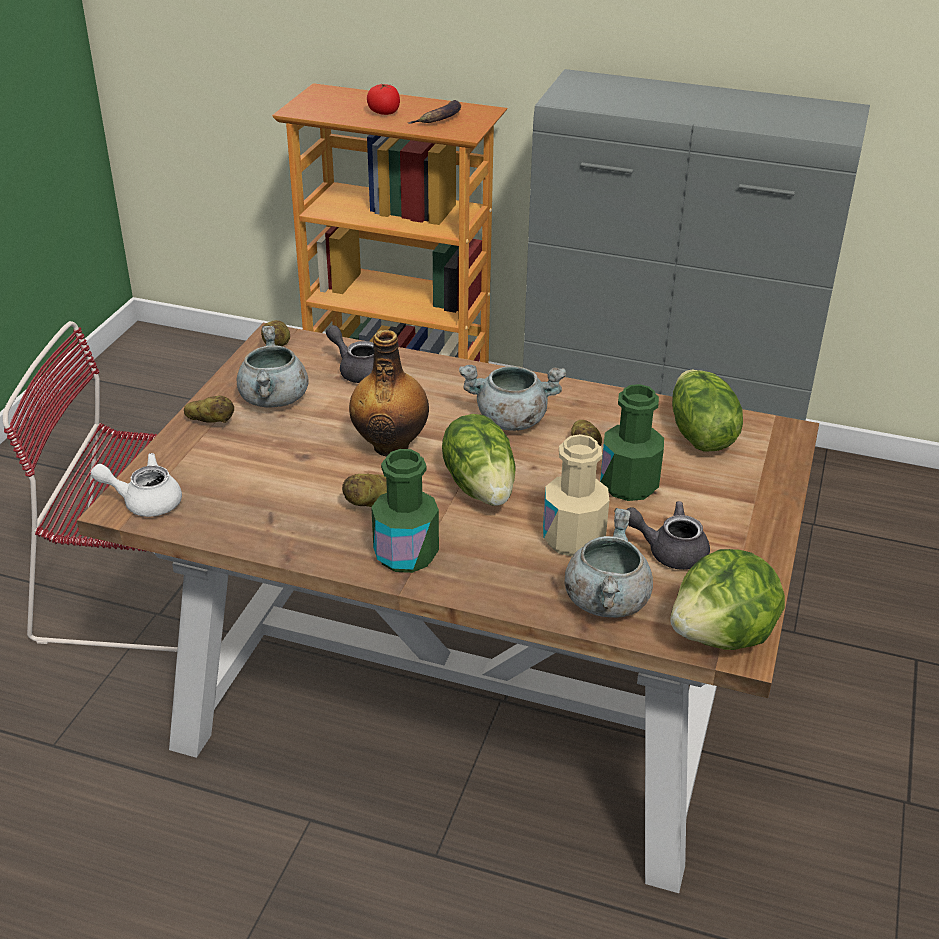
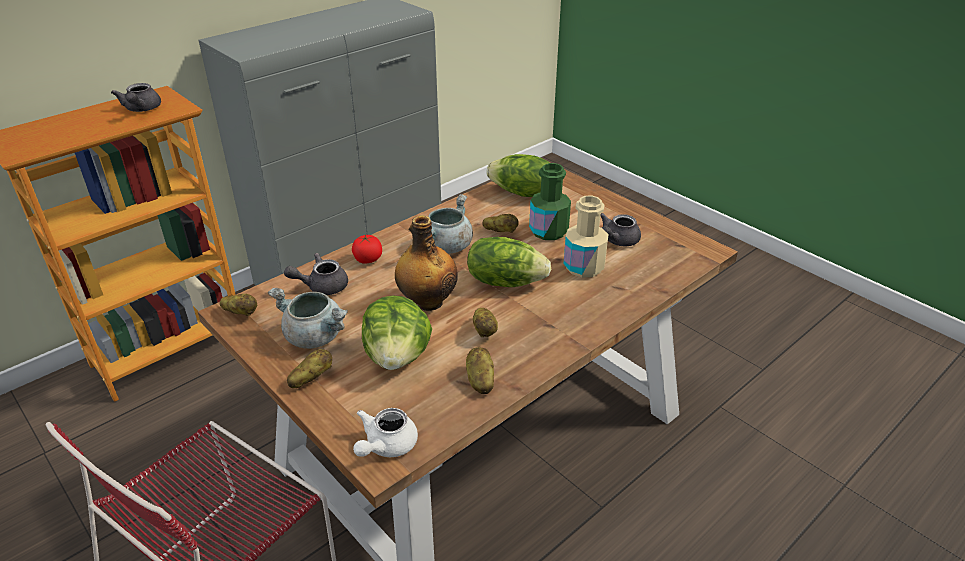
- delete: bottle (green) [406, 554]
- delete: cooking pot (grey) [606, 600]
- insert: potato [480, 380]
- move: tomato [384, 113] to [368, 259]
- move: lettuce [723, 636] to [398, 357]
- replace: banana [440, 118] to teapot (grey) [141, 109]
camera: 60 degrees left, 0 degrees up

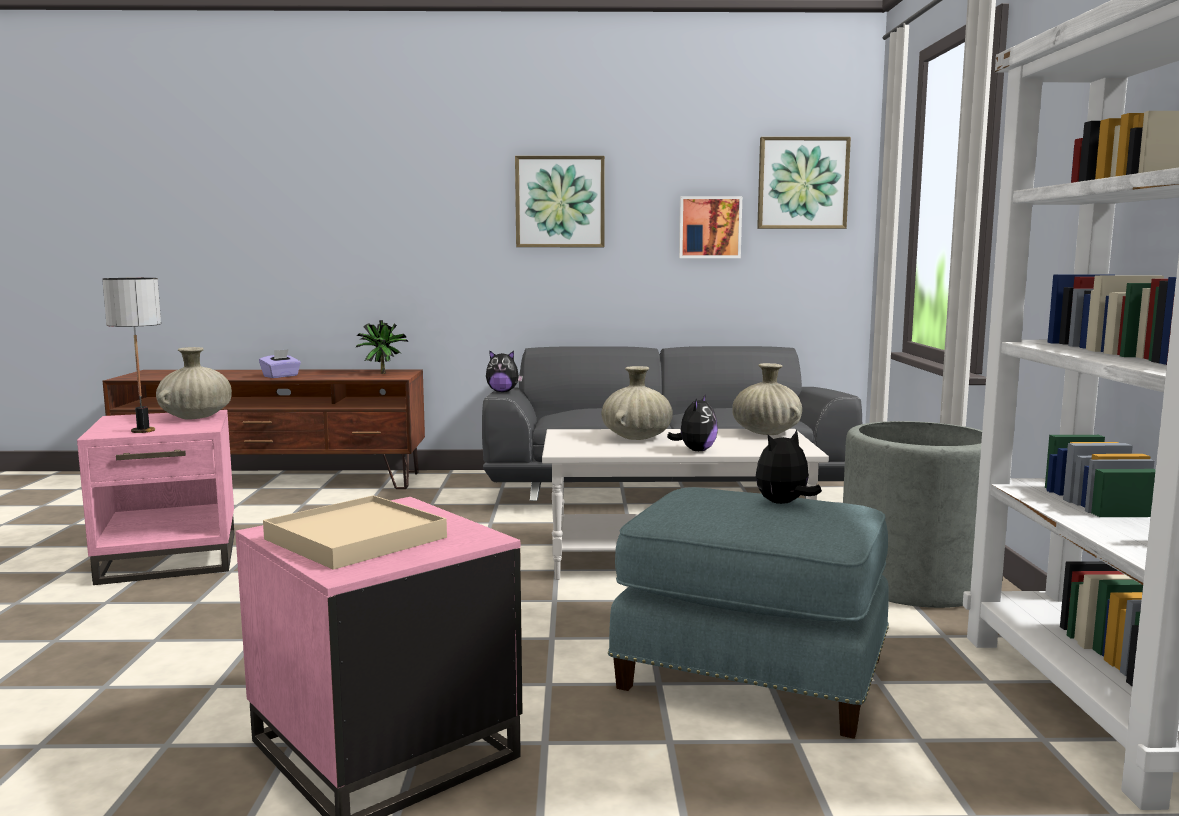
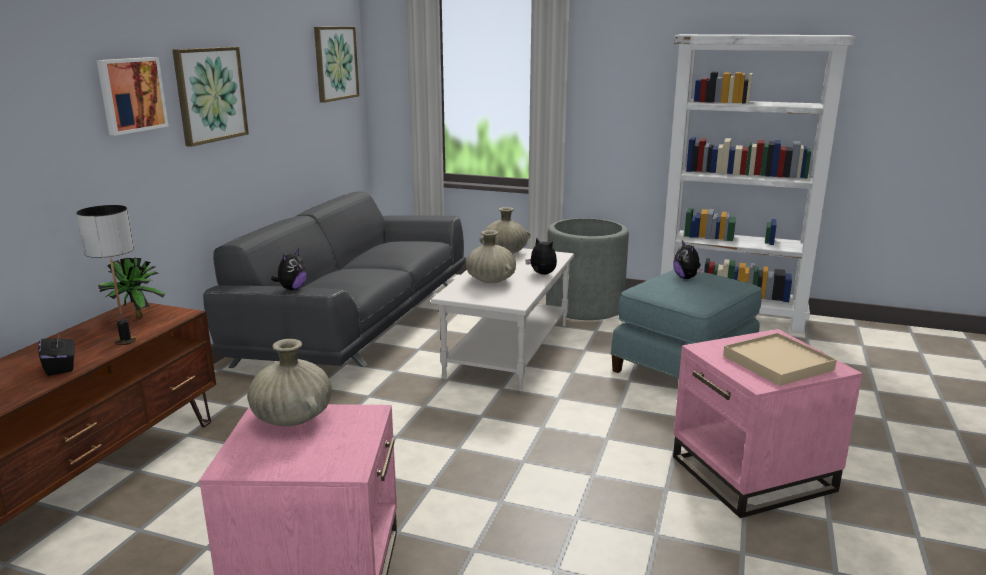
- move: table lamp [142, 431] to [125, 341]
- move: picture [709, 227] to [131, 95]
- recolor: tissue box (purple) [281, 376] to tissue box (black) [61, 367]
camera: 70 degrees left, 10 degrees up

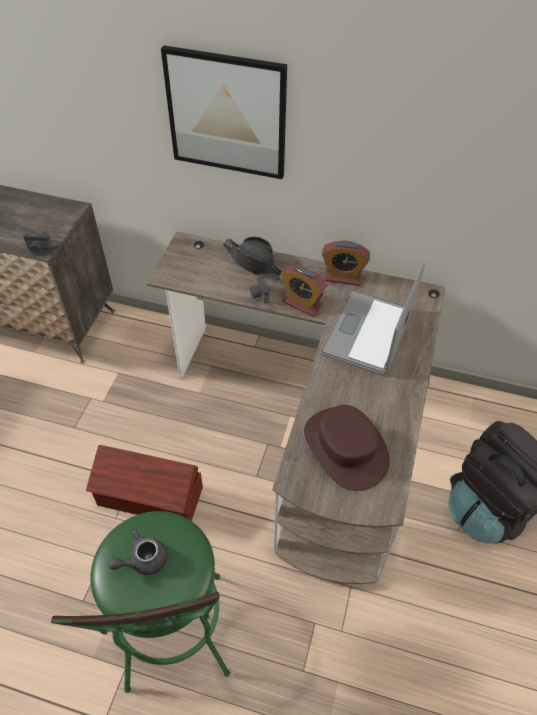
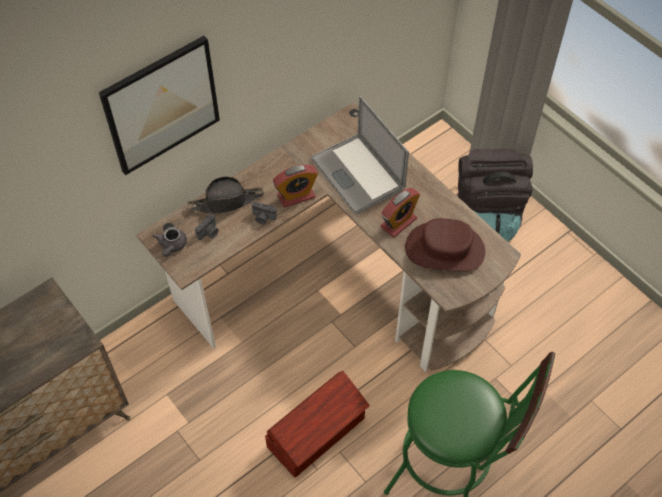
- move: photo camera [38, 249] to [209, 233]
- move: teapot (grey) [142, 560] to [172, 246]
- move: alarm clock [342, 277] to [398, 222]
camera: 55 degrees left, 5 degrees up

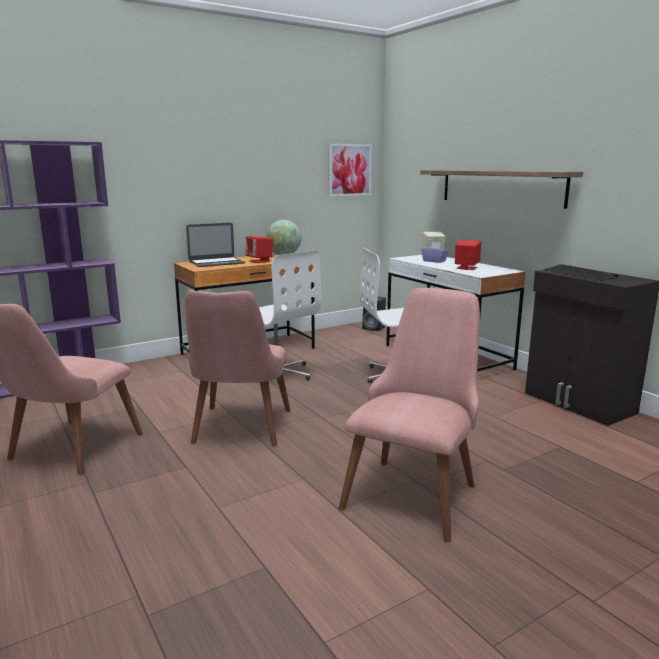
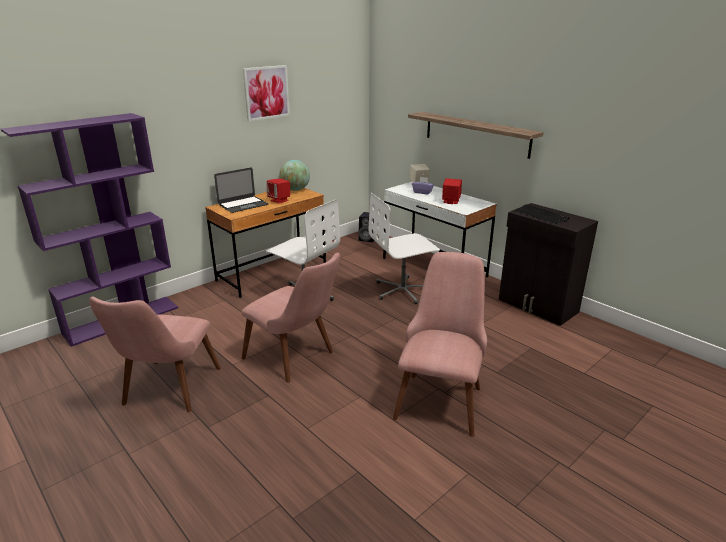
- move: picture [349, 170] to [266, 92]
- rotate: chair (pink) [239, 432] = [297, 358] 45 degrees counterclockwise
camera: 10 degrees left, 10 degrees up

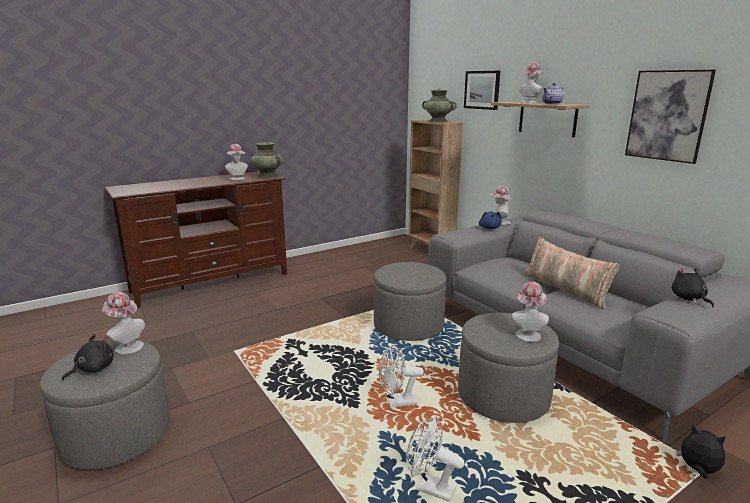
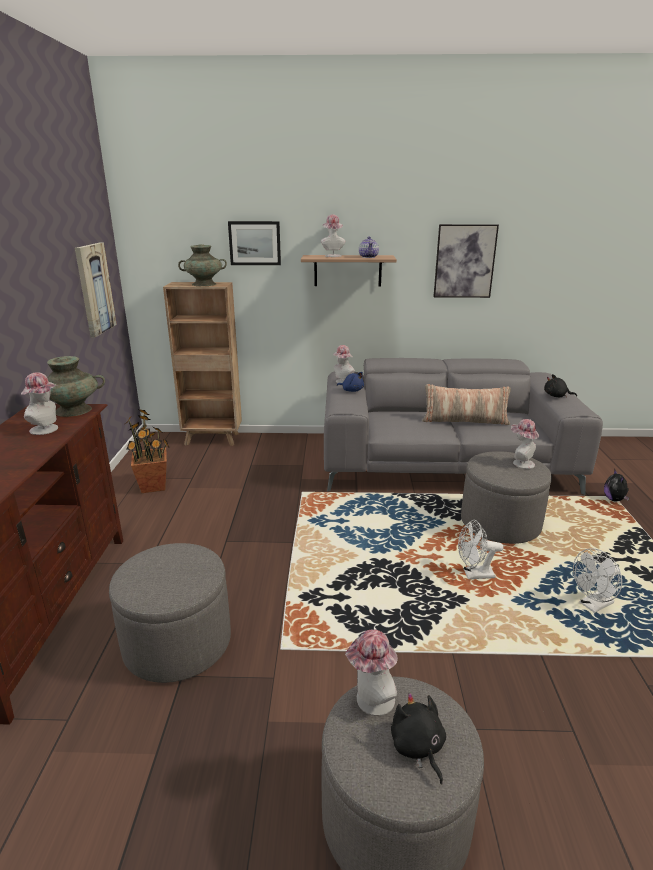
- insert: picture [94, 289]
- insert: potted plant [153, 486]
- move: ottoman (grey) [408, 325] to [177, 643]
- rotate: fan (white) [397, 402] = [474, 575] 60 degrees clockwise
- rotate: plush toy [697, 470] = [614, 499] 75 degrees counterclockwise
camera: 55 degrees left, 5 degrees up

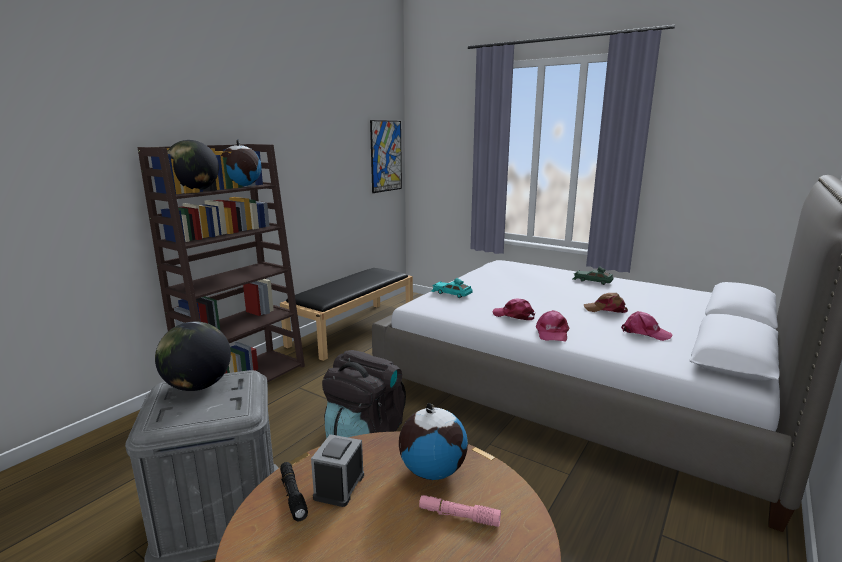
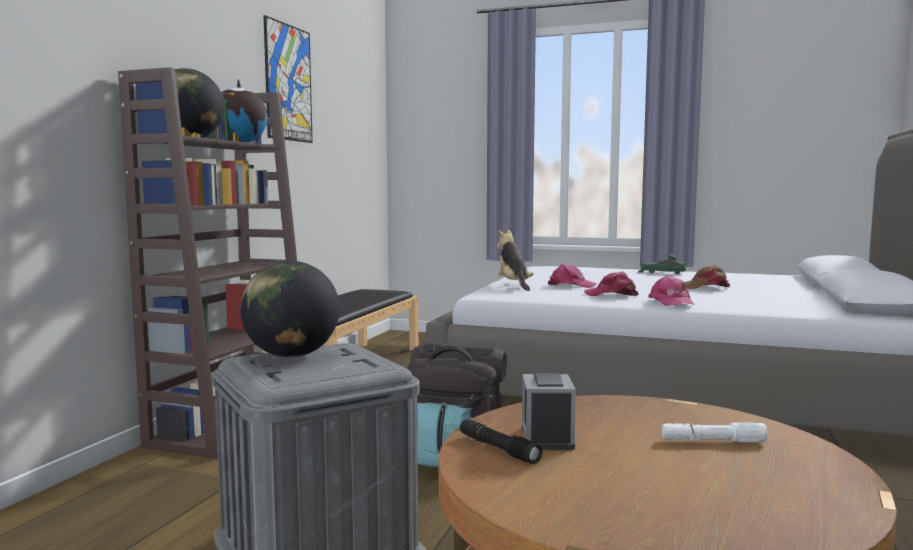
- delete: globe [432, 471]
- move: picture [386, 156] to [288, 83]
- move: cap (pink) [645, 333] to [571, 285]
- replace: toy car (turquoise) [451, 293] to plush toy [514, 285]
- recolor: flashlight (pink) [458, 516] to flashlight (white) [712, 441]
camera: 15 degrees left, 10 degrees down

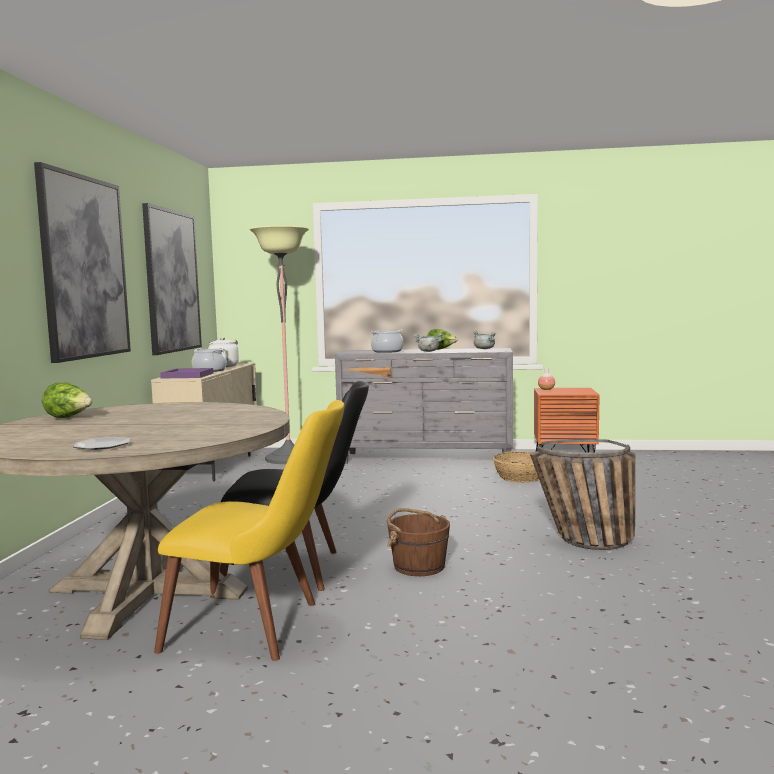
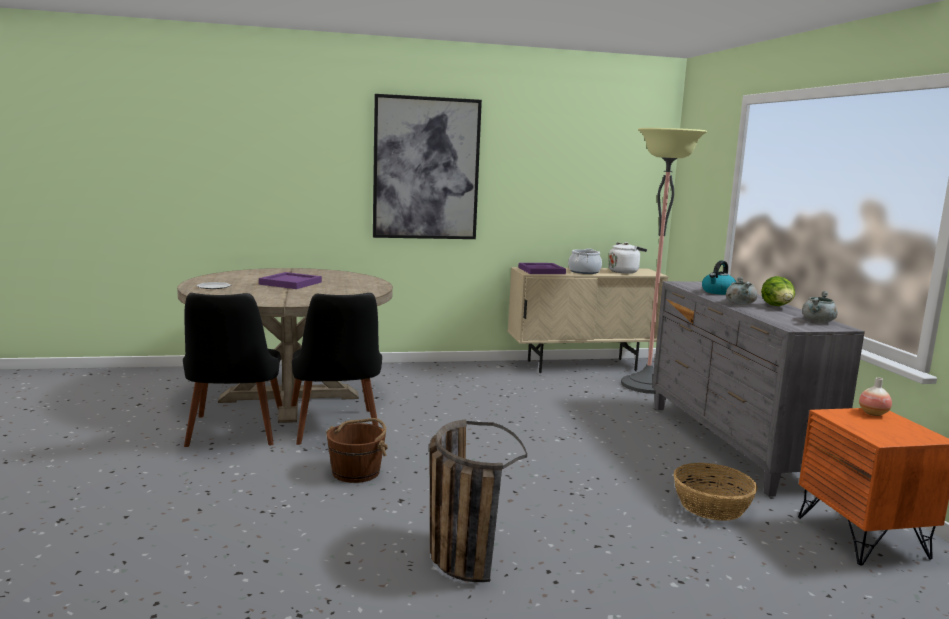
- delete: lettuce [69, 418]
- delete: picture [172, 281]
- insert: tray (purple) [291, 283]
- replace: cooking pot [387, 351] to kettle [718, 292]
- recolor: chair (yellow) [261, 626] to chair (black) [233, 435]
camera: 70 degrees right, 5 degrees up

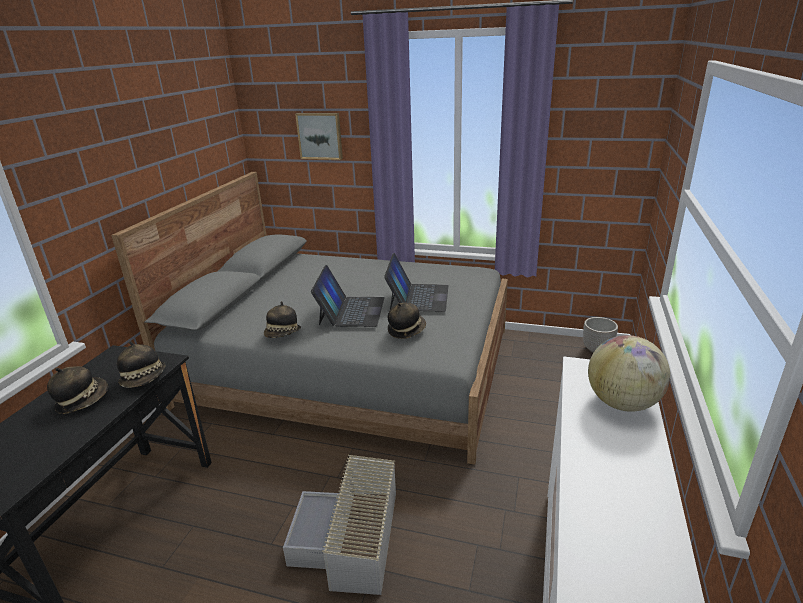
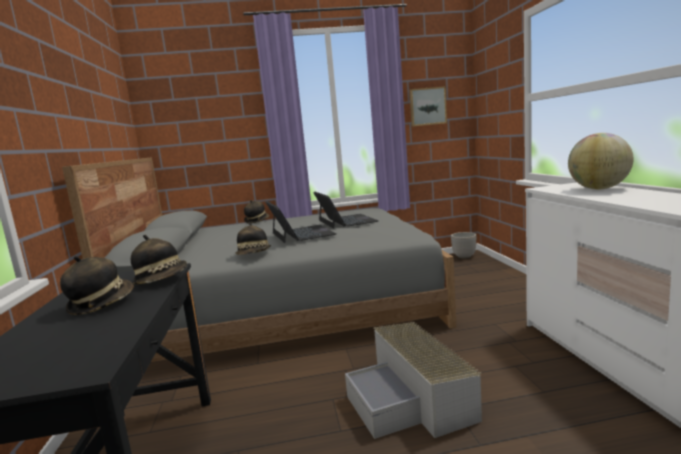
- move: picture [320, 136] to [427, 106]
- move: hat [406, 330] to [257, 220]
camera: 25 degrees left, 15 degrees down

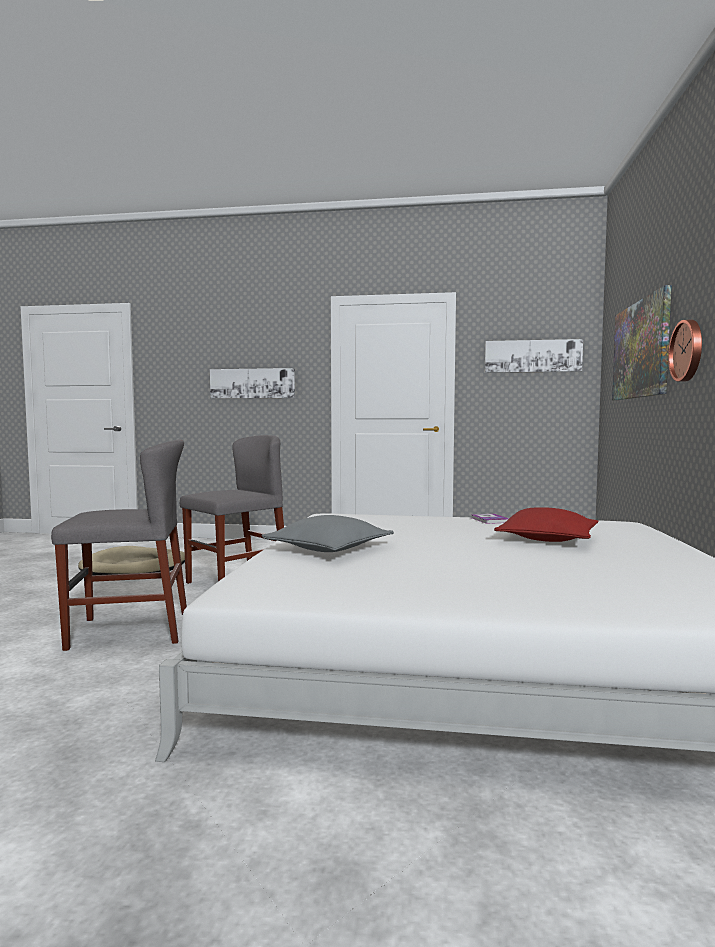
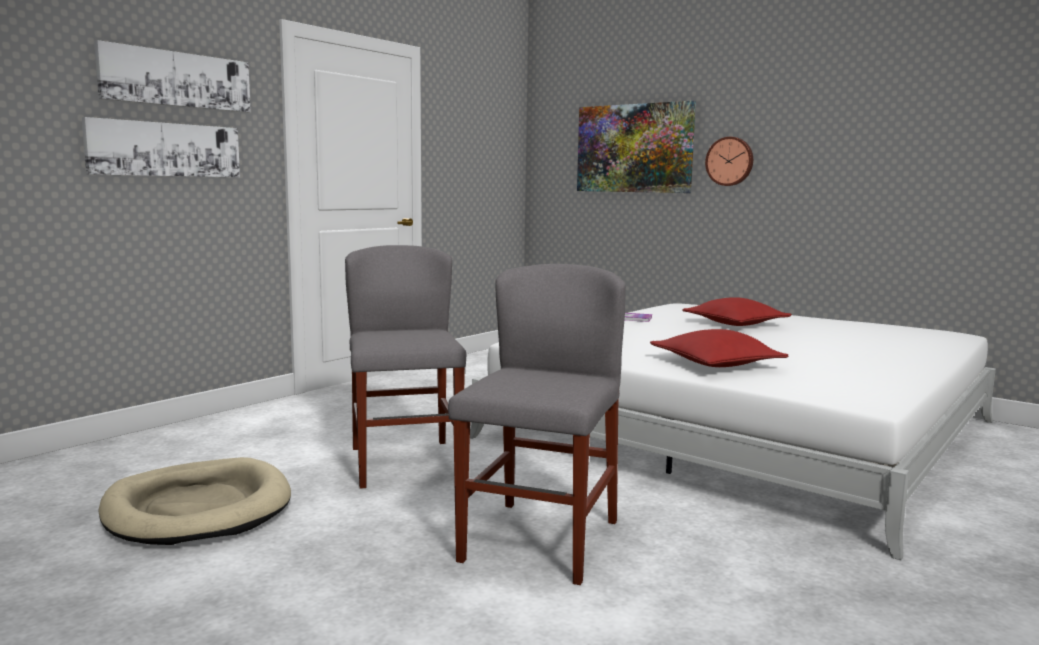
- move: picture [532, 356] to [176, 79]
- recolor: pillow (grey) [328, 549] to pillow (red) [715, 364]
camera: 60 degrees left, 5 degrees up

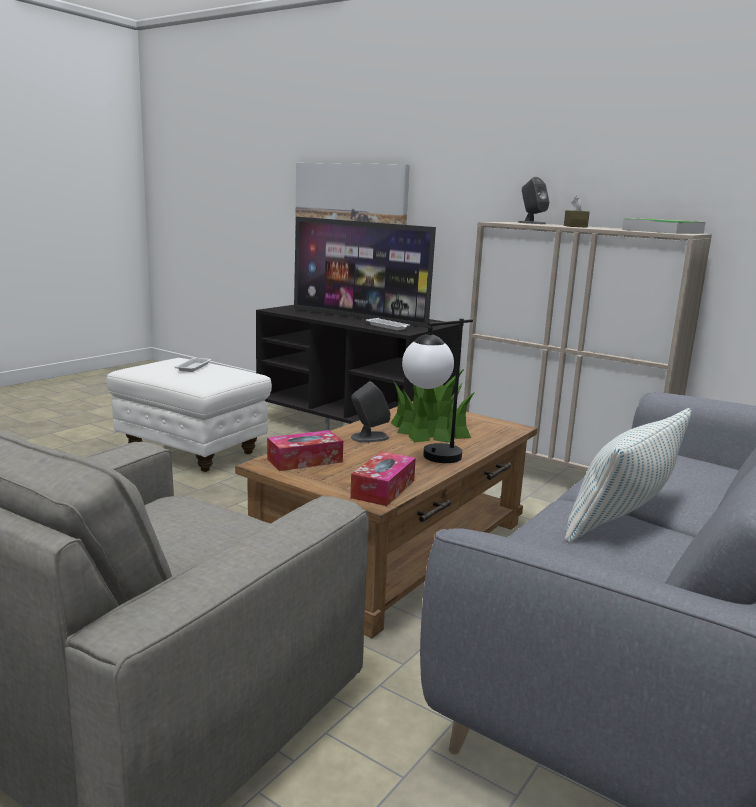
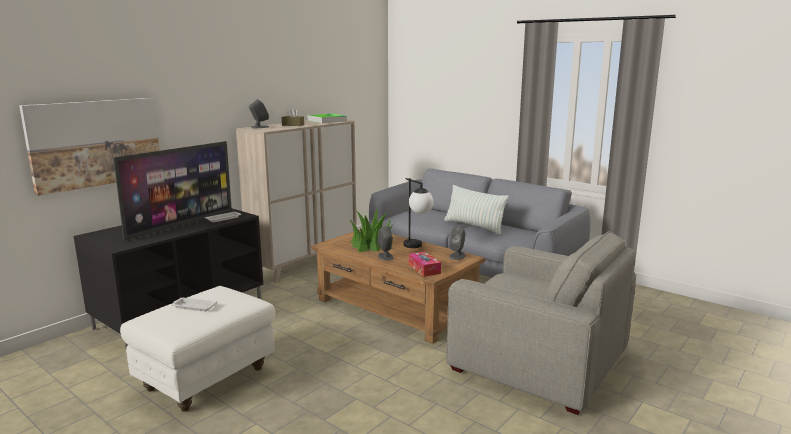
- replace: tissue box [383, 489] to speaker (grey) [457, 256]
camera: 85 degrees left, 0 degrees up

